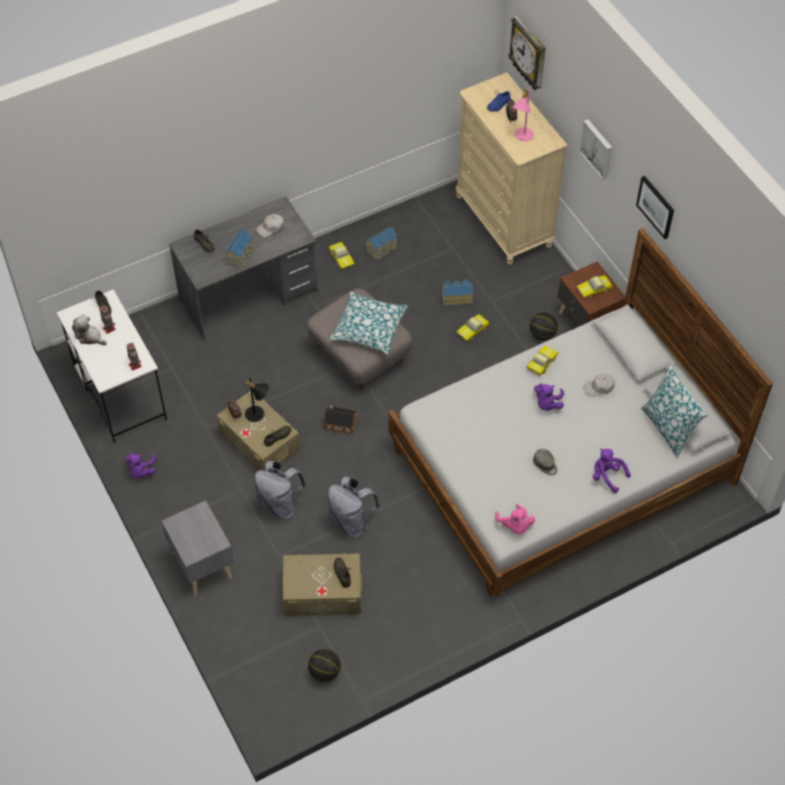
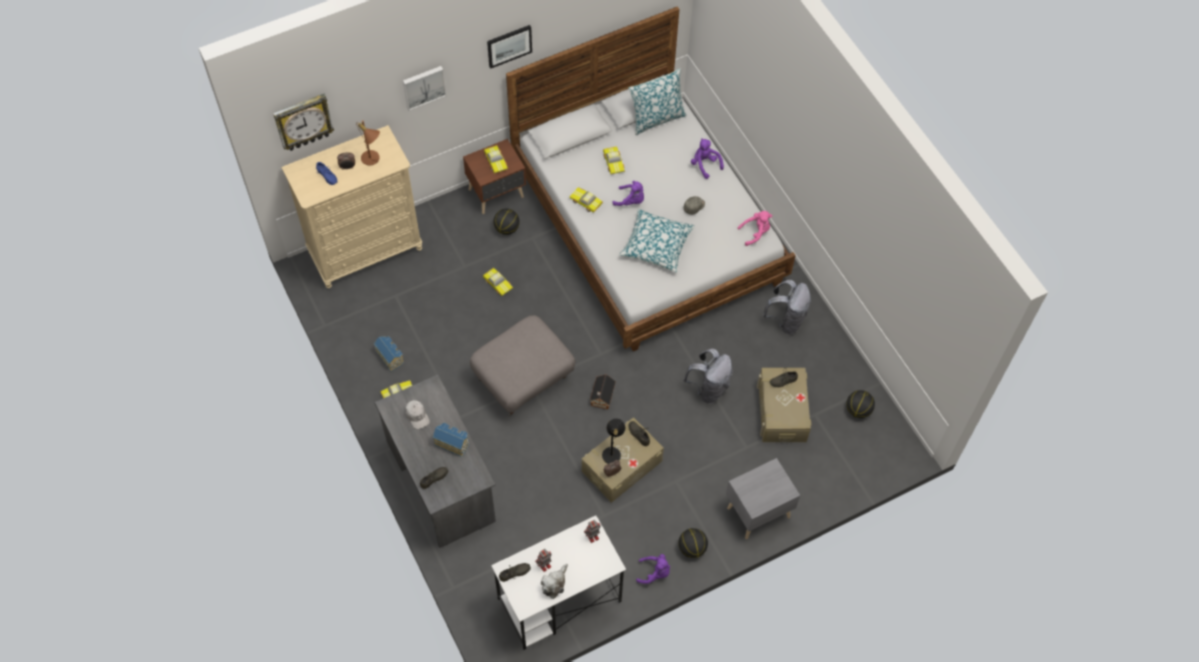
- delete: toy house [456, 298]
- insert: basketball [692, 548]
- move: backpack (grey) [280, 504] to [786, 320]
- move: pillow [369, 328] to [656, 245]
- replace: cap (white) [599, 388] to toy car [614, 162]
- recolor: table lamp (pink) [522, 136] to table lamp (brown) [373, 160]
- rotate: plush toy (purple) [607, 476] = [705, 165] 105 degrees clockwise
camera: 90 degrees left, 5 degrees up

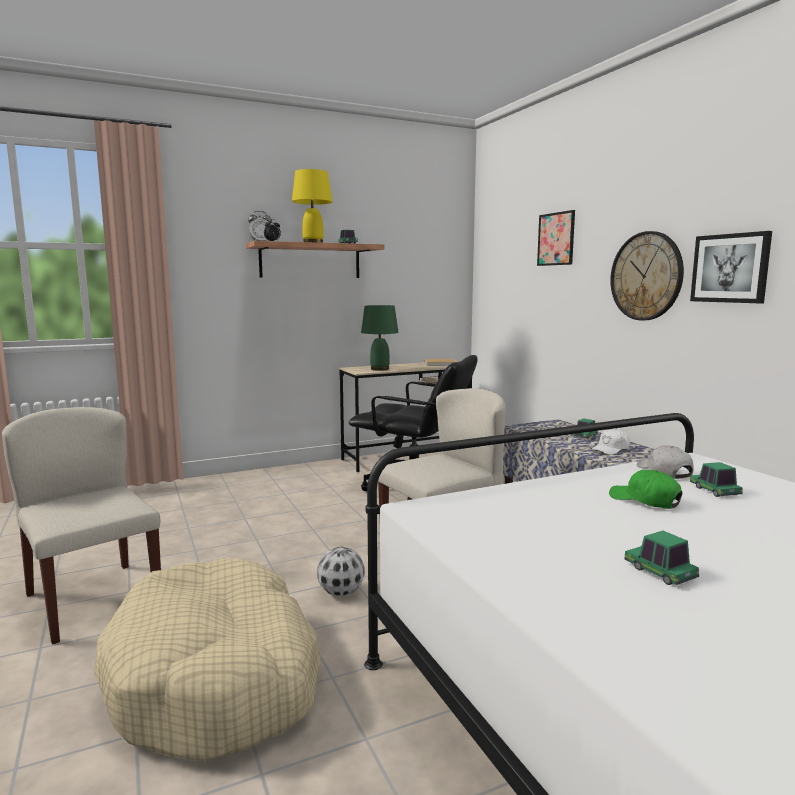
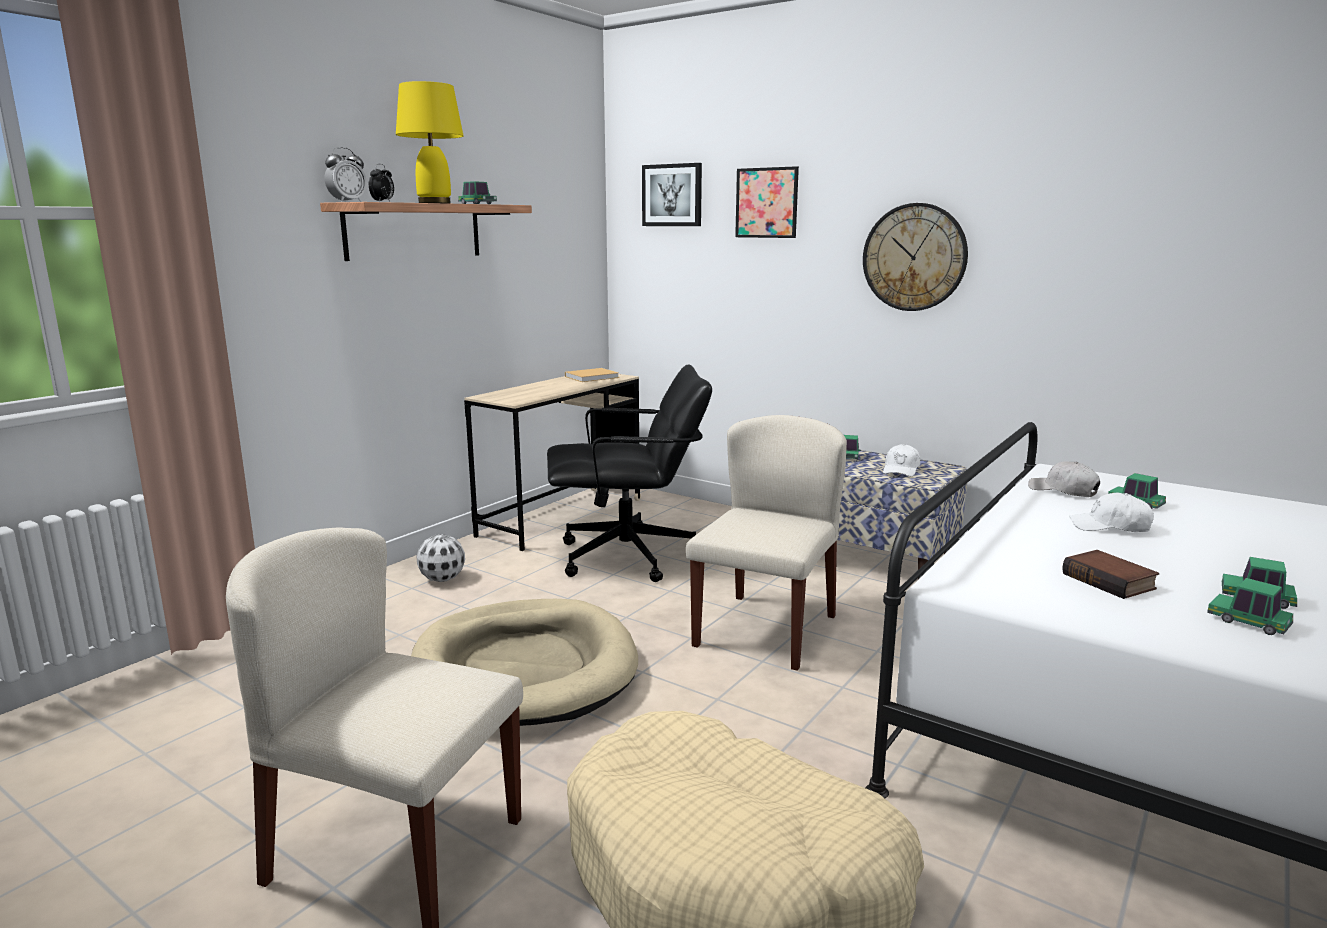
- delete: table lamp (green) [380, 369]
- insert: dog bed (beige) [524, 669]
- insert: book [1111, 581]
- insert: toy car [1248, 622]
- move: football [342, 593] to [443, 579]
- move: picture [730, 268] to [672, 195]
- recolor: cap (green) [645, 500] to cap (white) [1110, 527]
camera: 30 degrees left, 5 degrees up

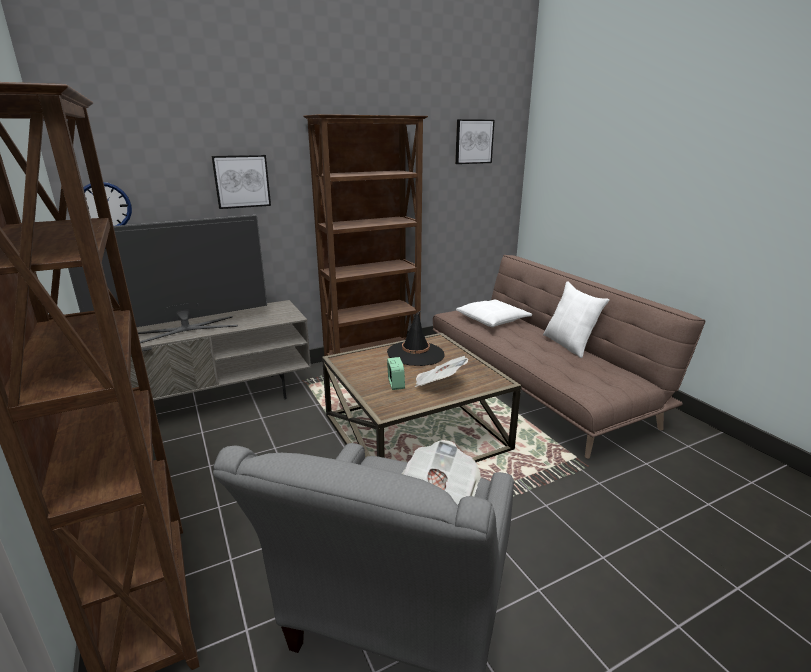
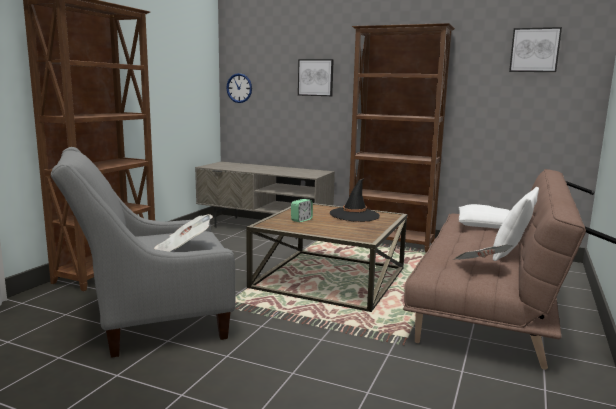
- delete: television [186, 329]
- move: newspaper [439, 384] to [480, 267]
camera: 50 degrees right, 10 degrees down

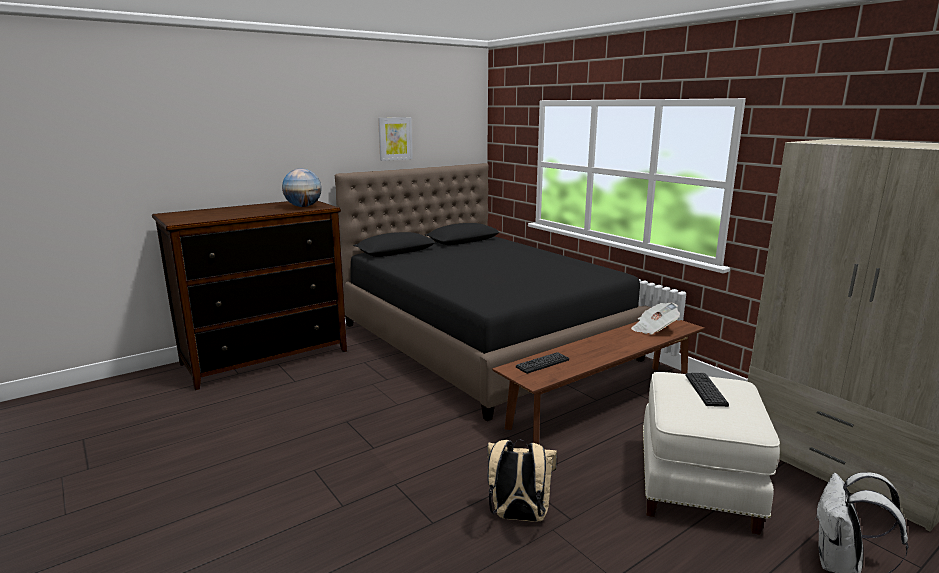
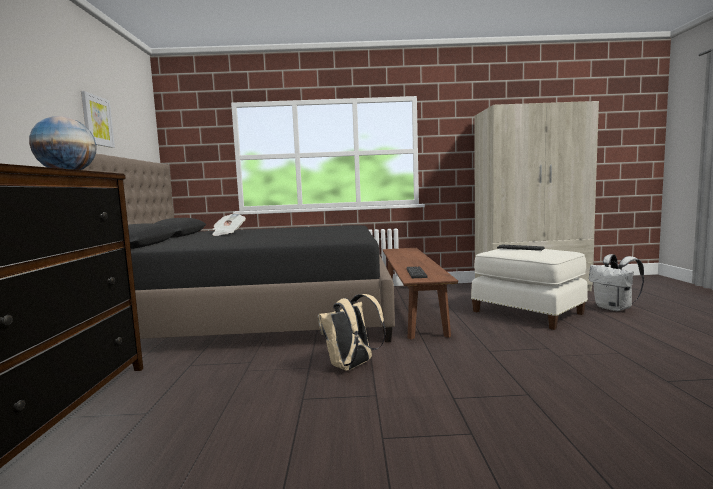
- move: backpack (beige) [518, 516] to [352, 366]
- move: newspaper [653, 329] to [228, 233]
camera: 55 degrees left, 10 degrees down

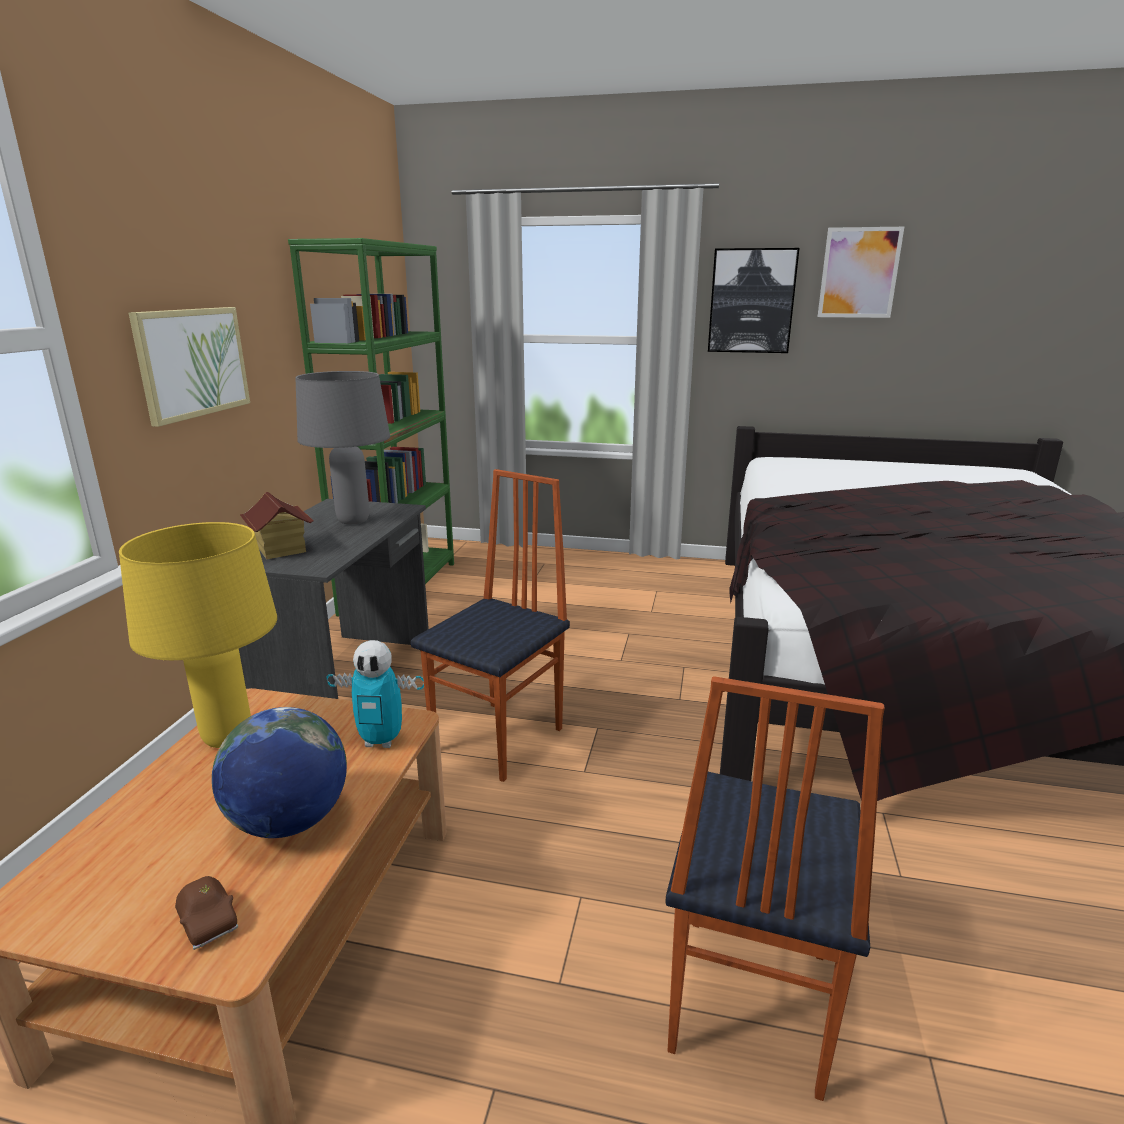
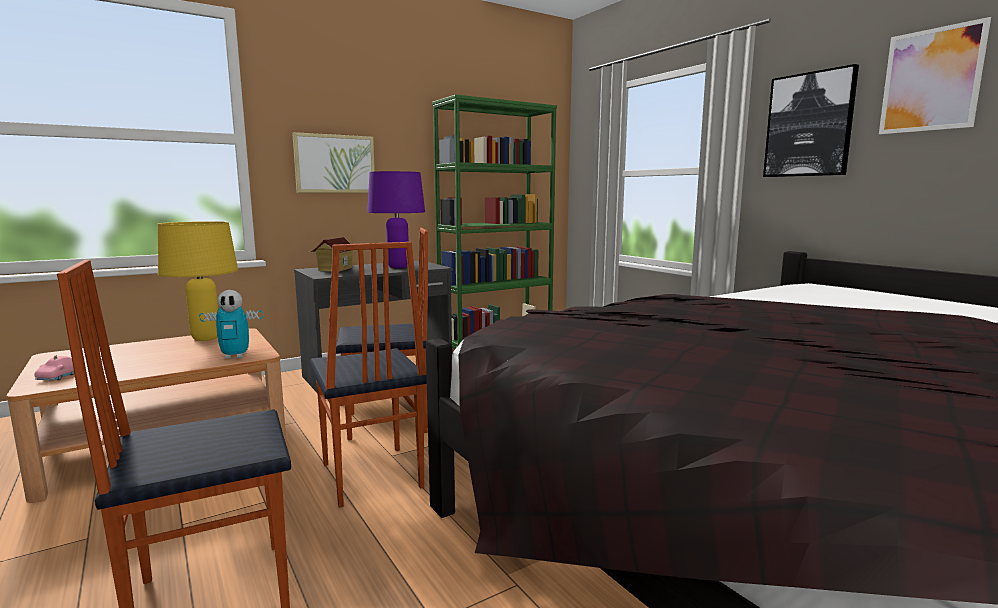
- delete: globe [289, 821]
- insert: chair [370, 476]
- recolor: toy car (brown) [209, 921] to toy car (pink) [59, 377]
- recolor: table lamp (grey) [354, 521] to table lamp (purple) [398, 267]
- rotate: toy robot [381, 740] = [235, 356] 60 degrees counterclockwise
camera: 45 degrees right, 10 degrees down

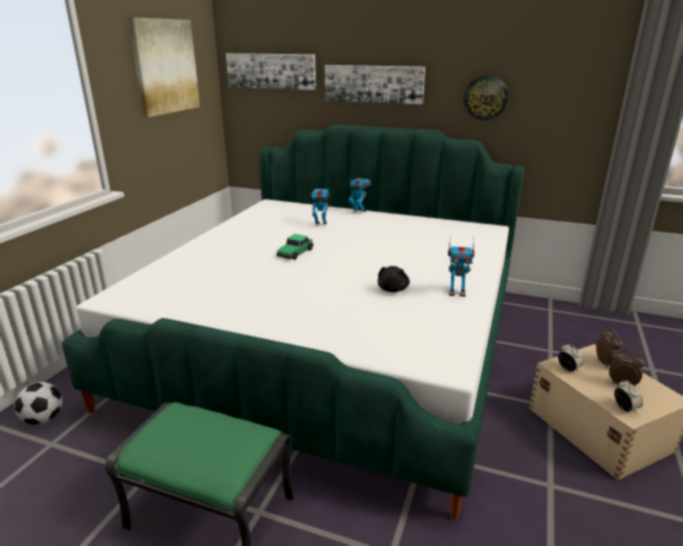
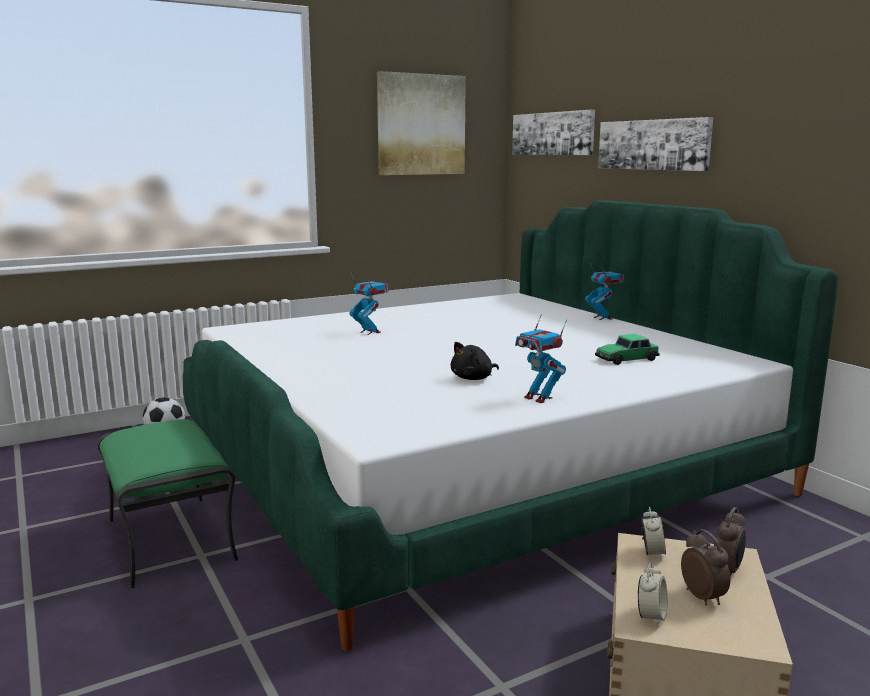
- delete: wall clock [485, 97]
- move: toy car [295, 253] to [626, 359]
- move: toy robot [320, 224] to [370, 332]
camera: 40 degrees right, 10 degrees down

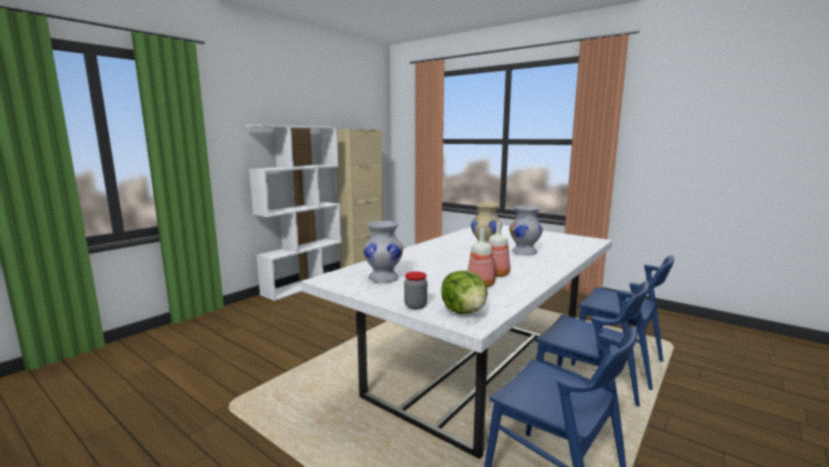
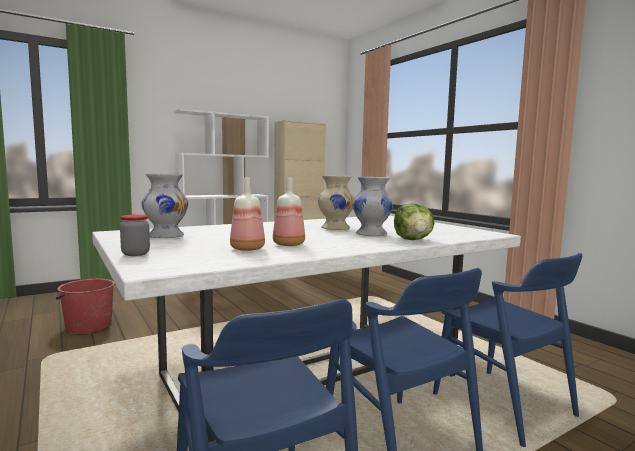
- insert: bucket (red) [88, 326]
- move: lettuce [465, 311] to [413, 240]
camera: 20 degrees right, 5 degrees down

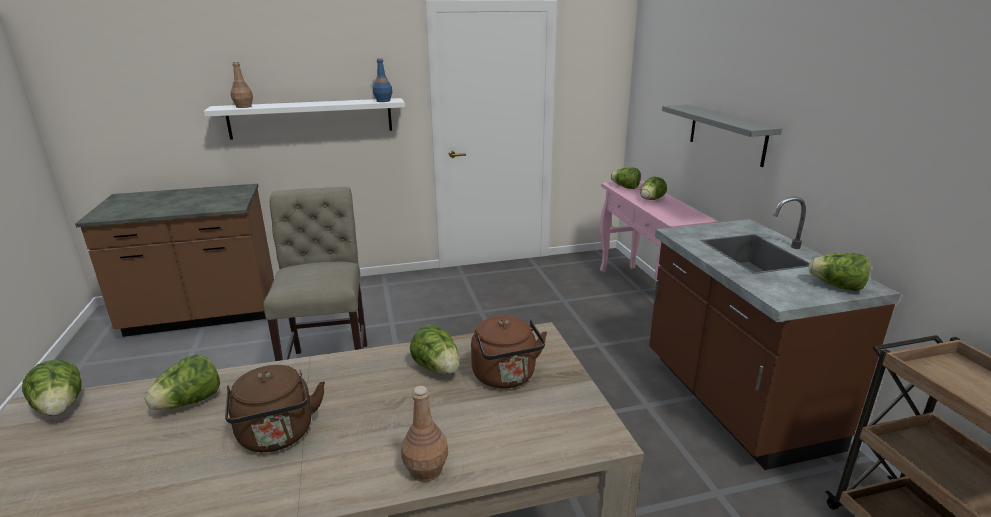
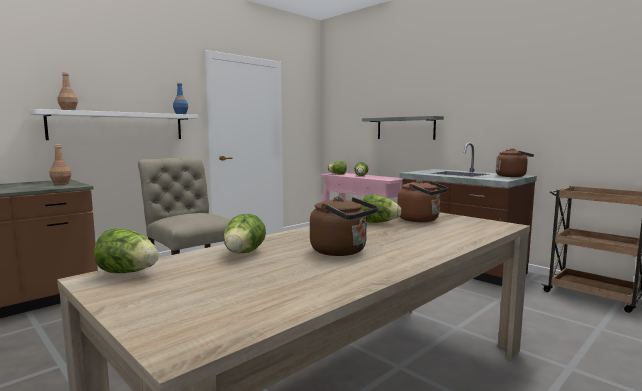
- move: bottle (brown) [425, 470] to [61, 184]
- replace: lettuce [837, 286] to kettle (brown) [512, 176]
camera: 30 degrees left, 15 degrees down

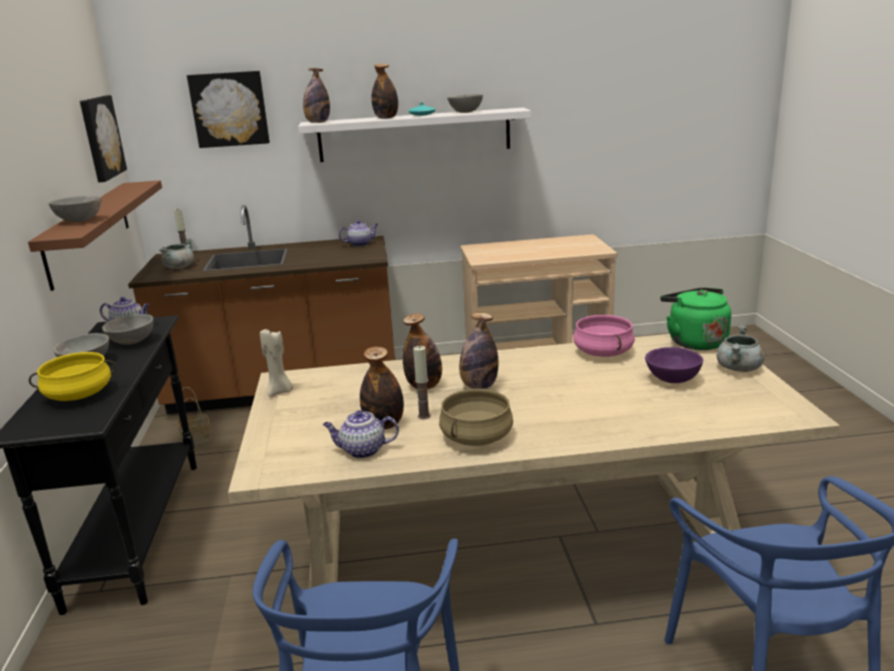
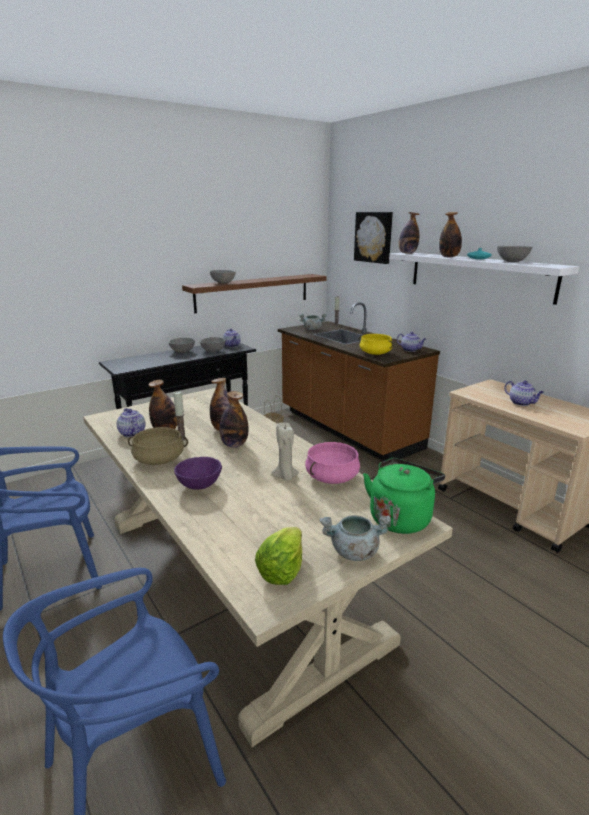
- delete: picture [100, 137]
- insert: lettuce [282, 570]
- insert: teapot [521, 403]
- move: cooking pot (yellow) [79, 395] to [375, 353]
- move: candle (beige) [280, 392] to [285, 477]
- move: bowl (purple) [672, 380] to [198, 485]
camera: 60 degrees right, 0 degrees up

